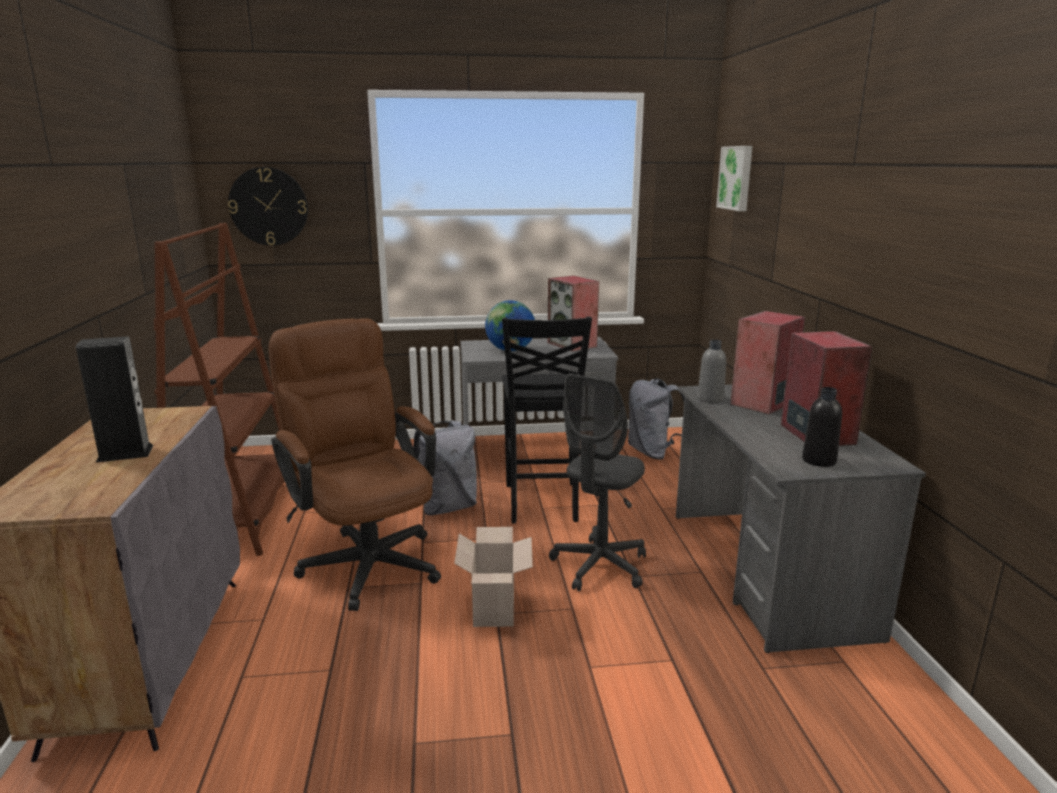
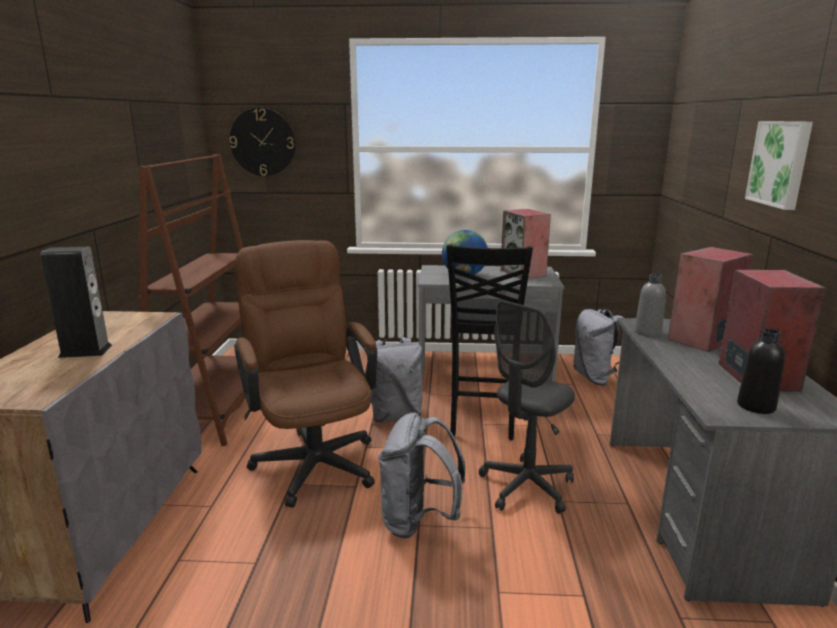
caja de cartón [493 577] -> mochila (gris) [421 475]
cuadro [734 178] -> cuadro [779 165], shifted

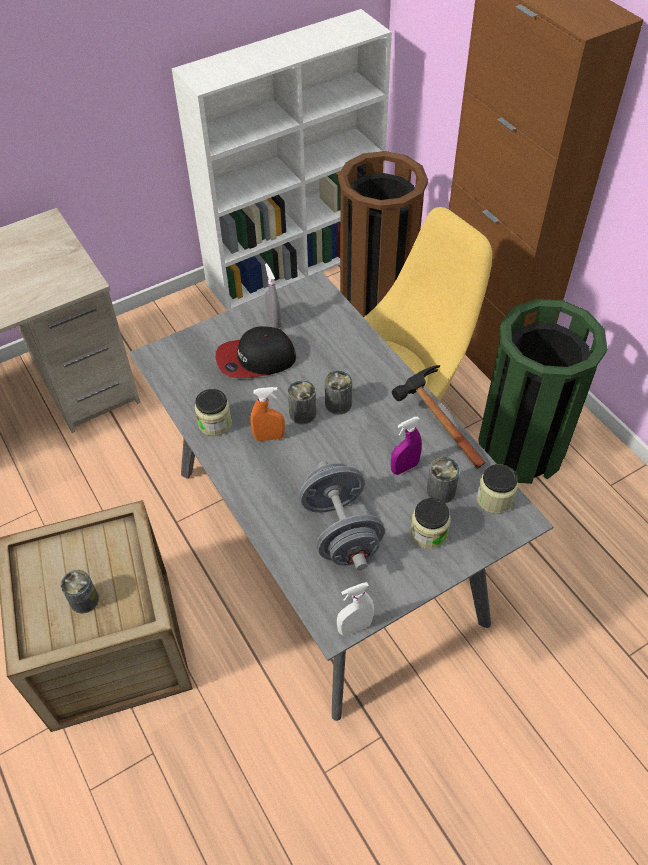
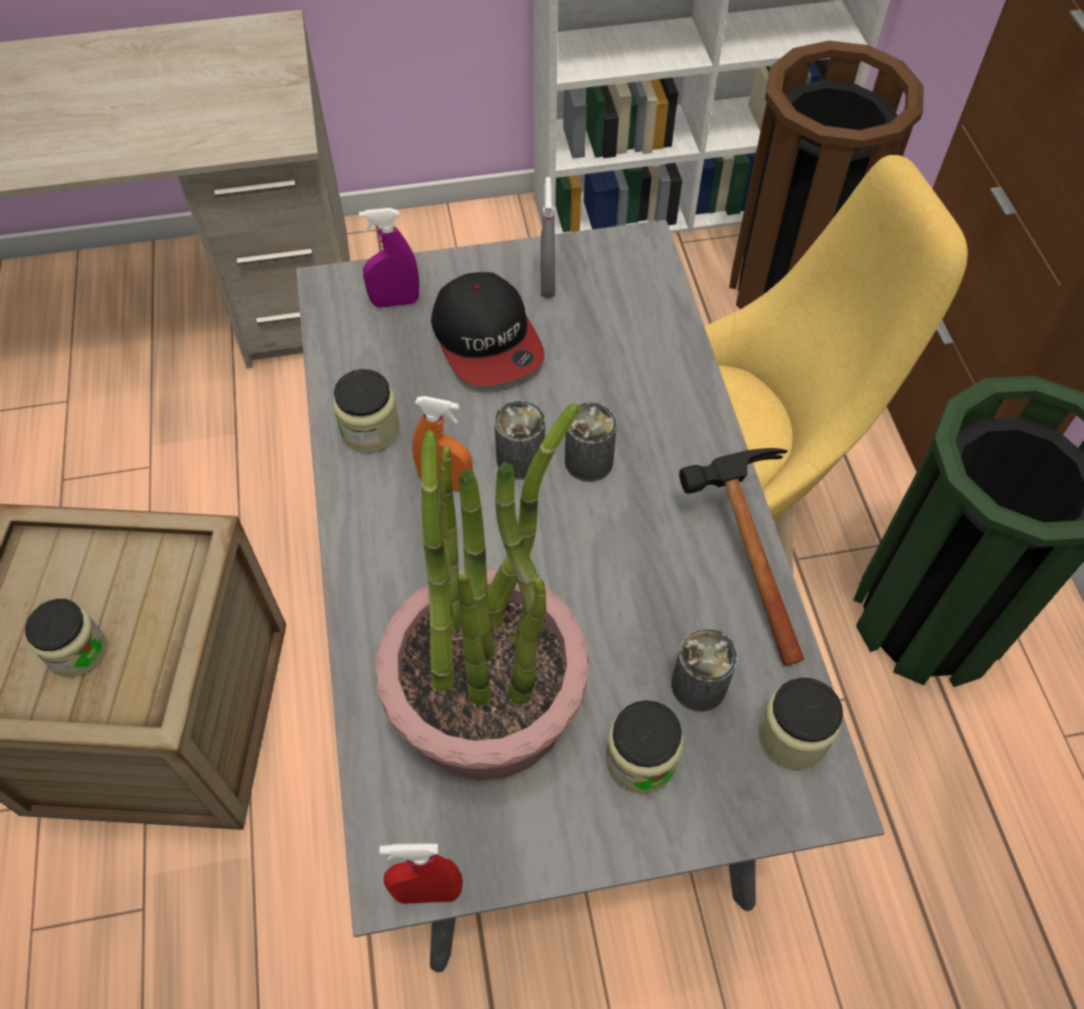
lata [80 591] -> tarro [65 638]
gorra [256 352] -> gorra [488 329], 120 degrees counterclockwise
mancuerna (gris) [342 515] -> planta en maceta [482 592]
pulverizador (blanco) [355 609] -> pulverizador (rojo) [421 873]
pulverizador (morado) [406 446] -> pulverizador (morado) [389 258], shifted

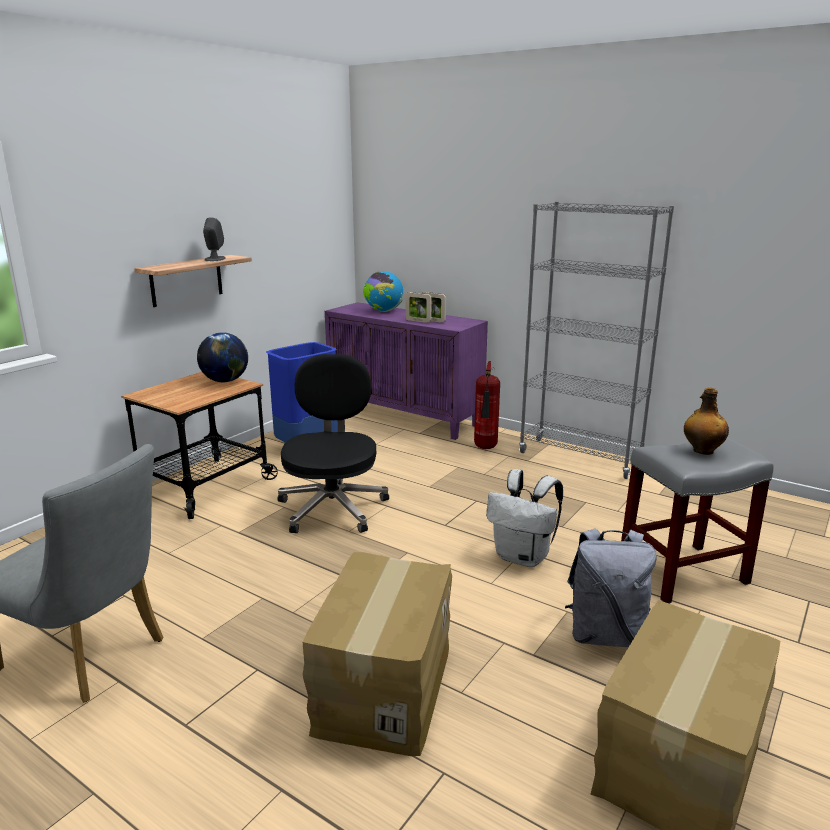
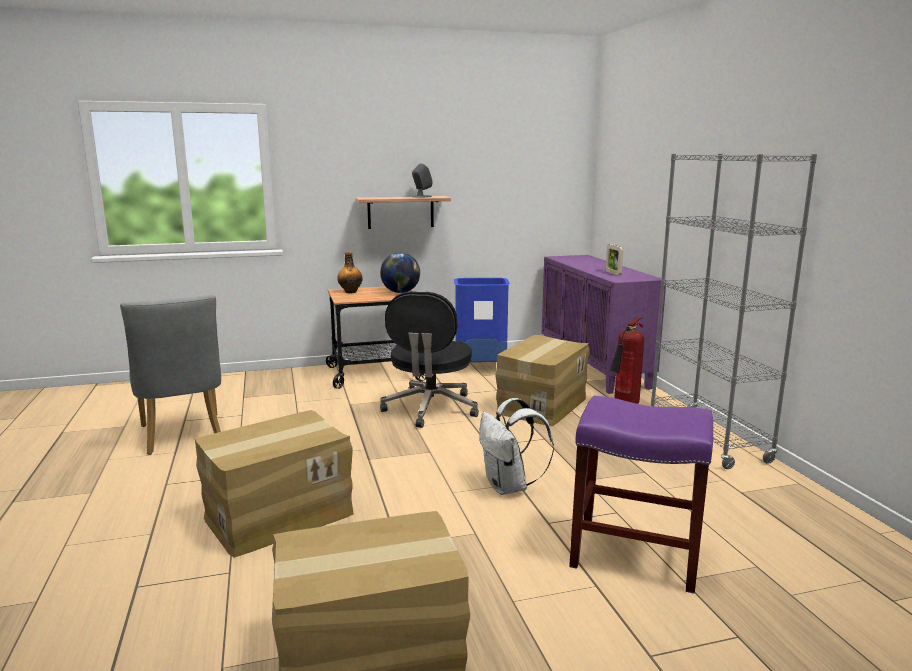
silla de oficina (negro) [333 443] -> silla de oficina (negro) [429 359], 150 degrees clockwise
globo terráqueo [383 291] -> none
portarretratos [418 307] -> none
mochila (gris) [611 587] -> none
taburete (gris) [697 521] -> taburete (morado) [641 494]
botella [706 421] -> botella [350 272], shifted
none -> caja de cartón [543 380]

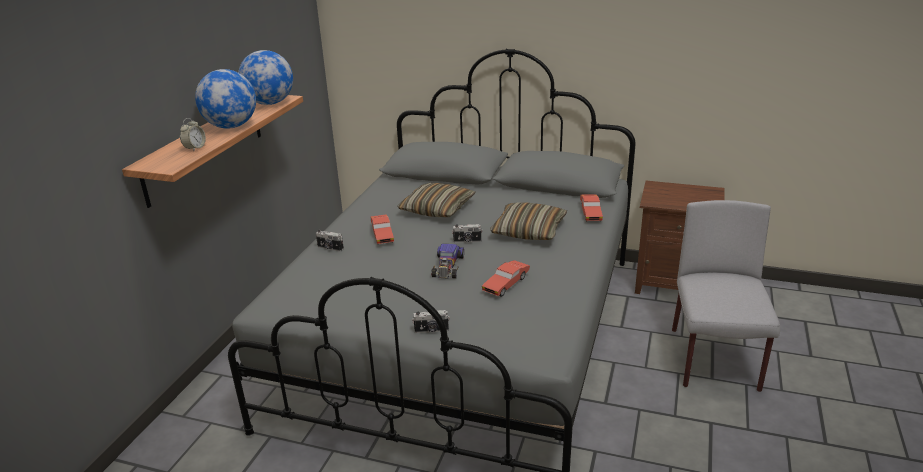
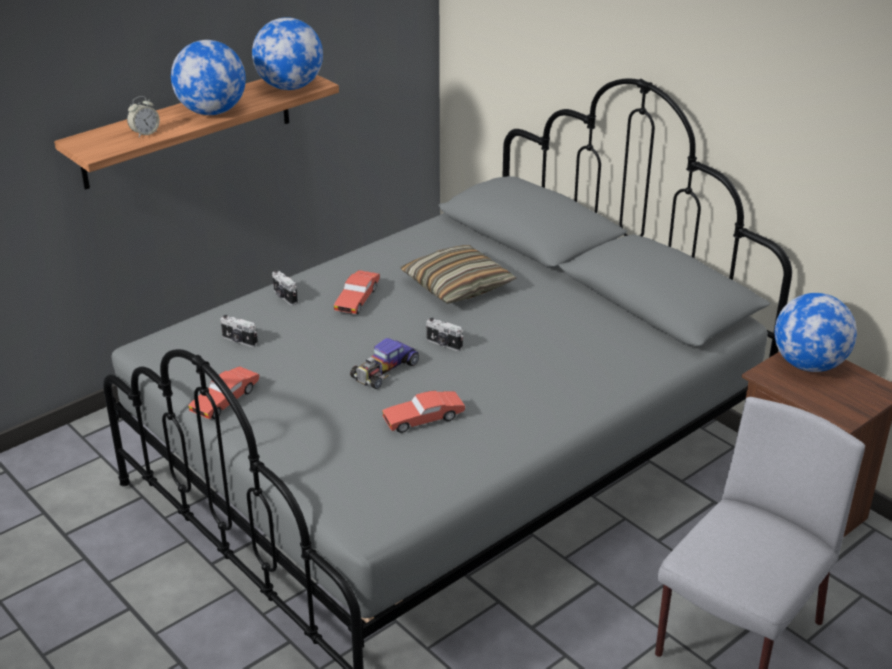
cámara [431 321] -> cámara [239 331], shifted
cojín [528 221] -> none
coche de juguete (rojo) [591 208] -> coche de juguete (rojo) [224 392], shifted
none -> globo terráqueo [815 332]

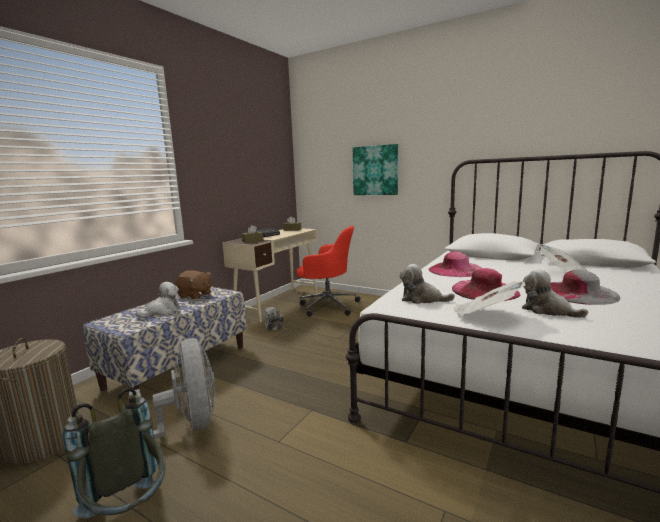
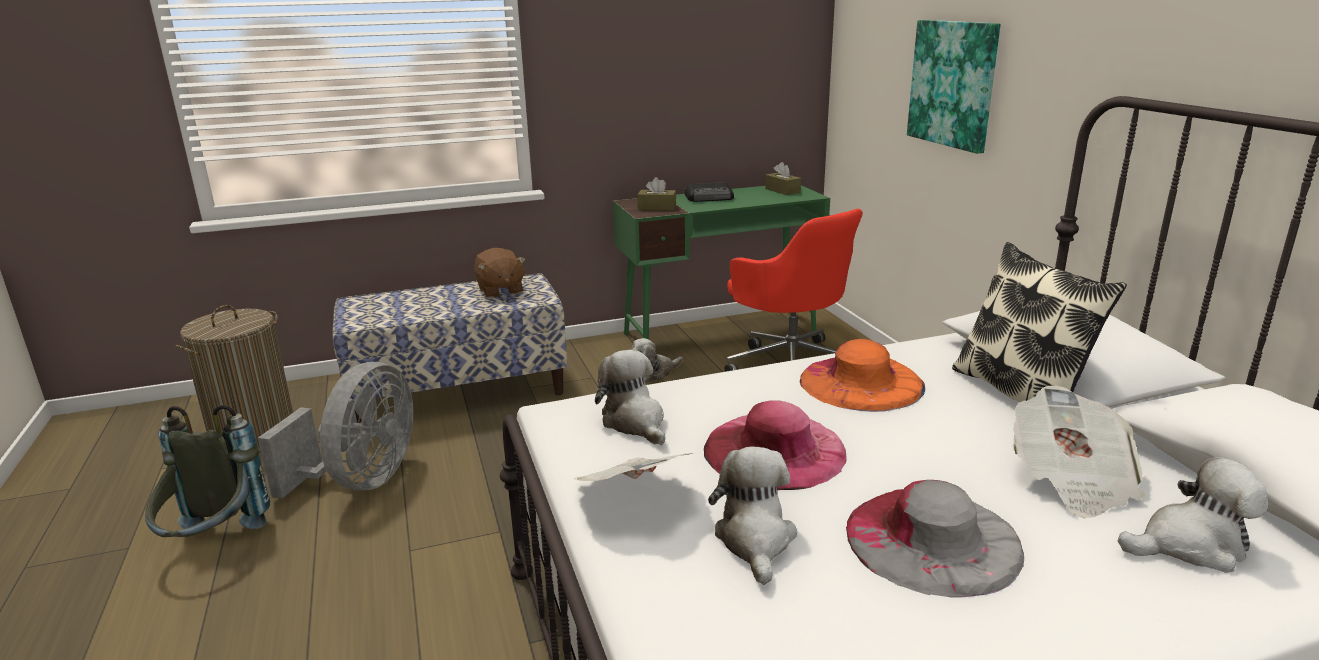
peluche [158 299] -> peluche [1193 515], shifted
escritorio (beis) [270 275] -> escritorio (verde) [721 262]
sombrero (rosa) [455 264] -> sombrero (naranja) [862 375]
none -> cojín [1039 322]

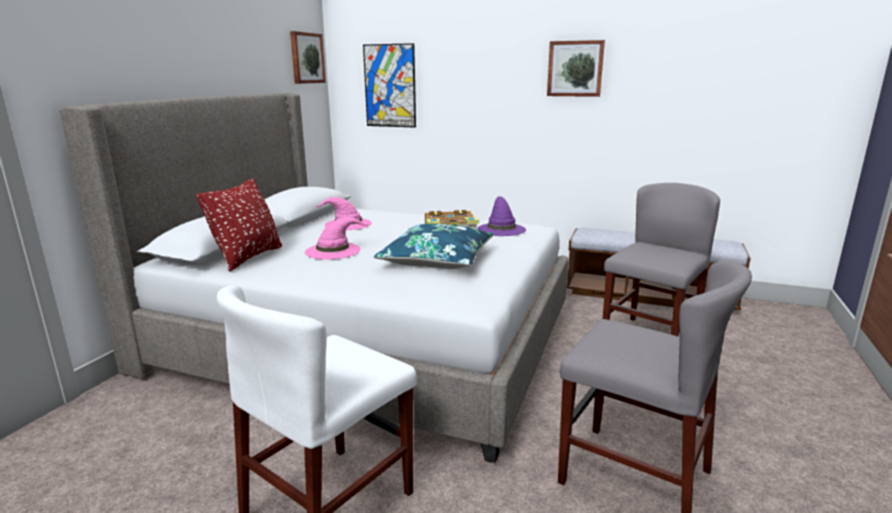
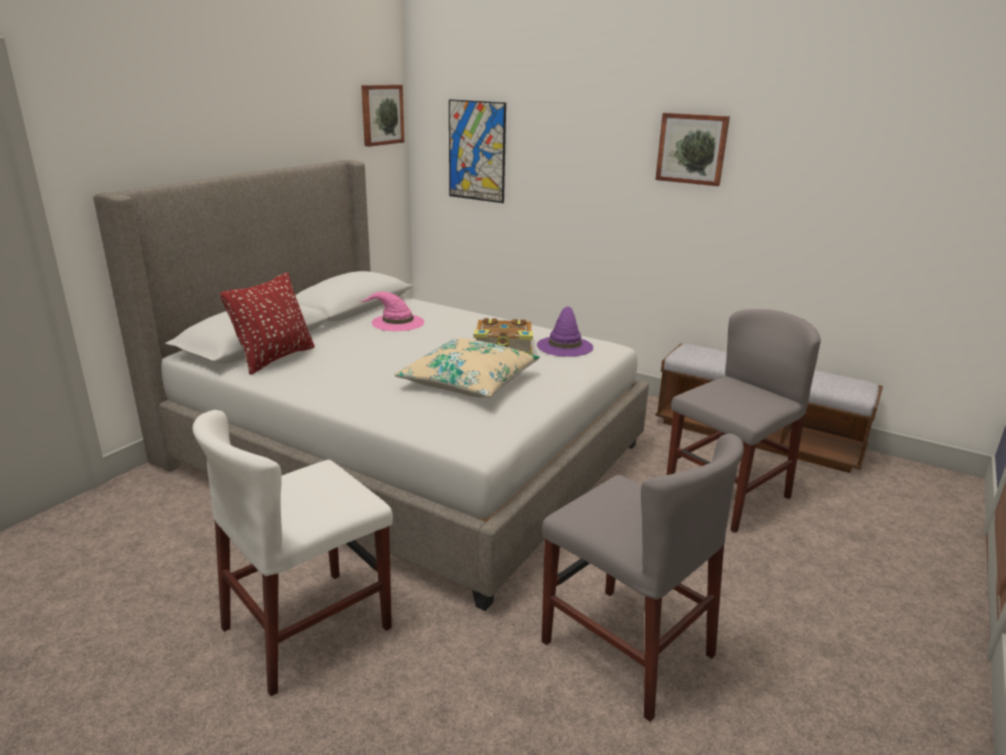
sombrero (rosa) [338 238] -> none
cojín (azul) [434 246] -> cojín (beis) [467 368]

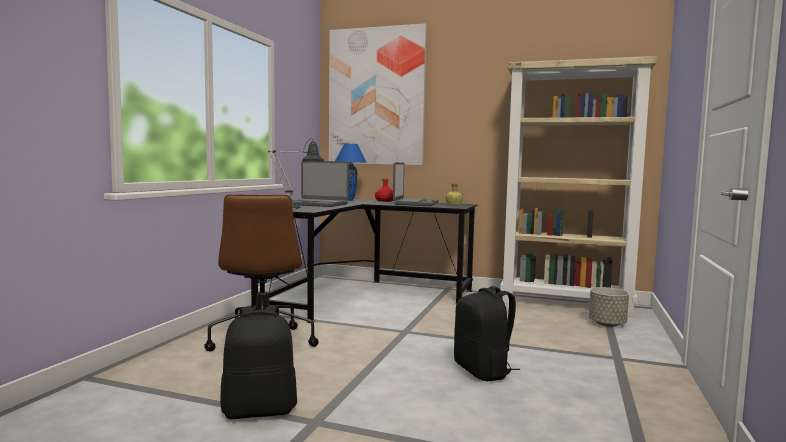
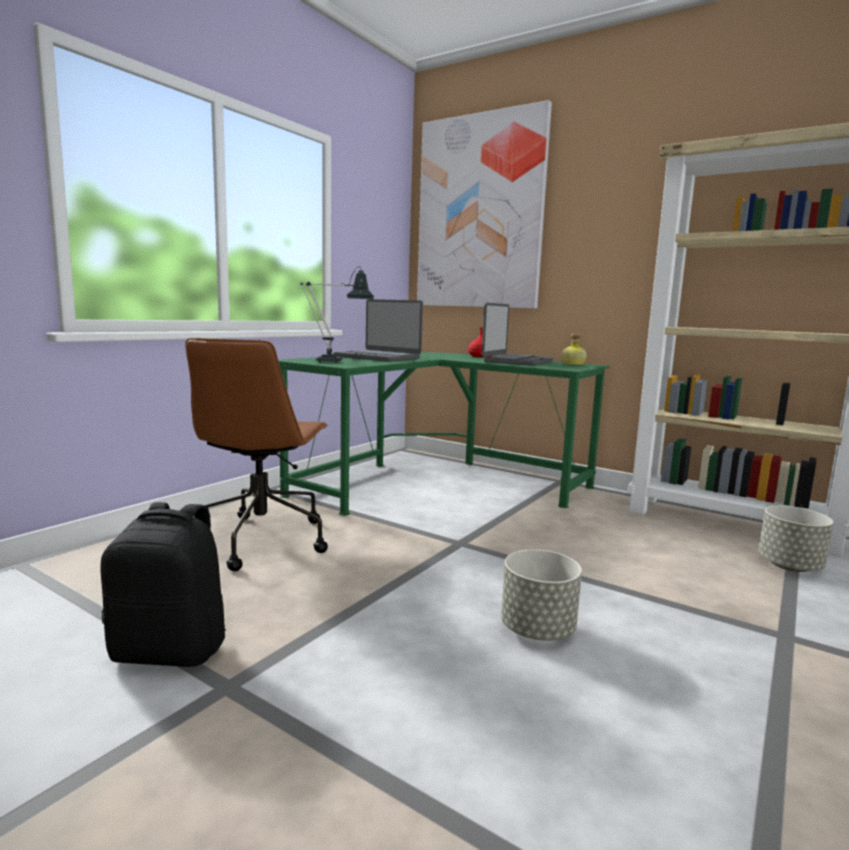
escritorio (negro) [364 261] -> escritorio (verde) [444 434]
lámpara de mesa (azul) [350 172] -> none
mochila (negro) [487 333] -> maceta (gris) [541 595]

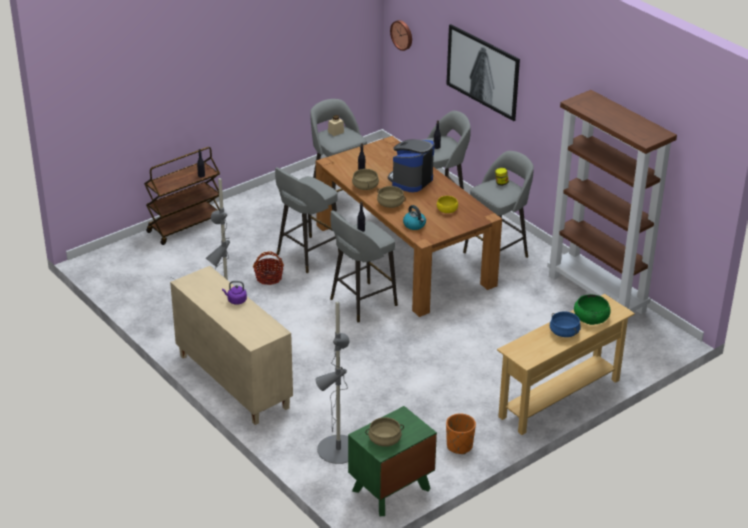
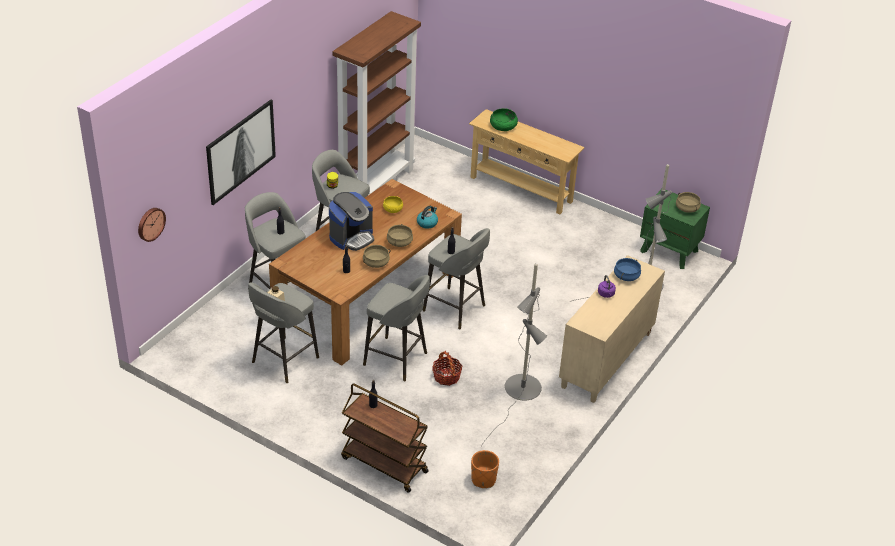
cafetera [411 165] -> cafetera [351 221], 60 degrees counterclockwise
maceta (naranja) [461 433] -> maceta (naranja) [485 469], shifted
olla (azul) [565 324] -> olla (azul) [627 269], shifted

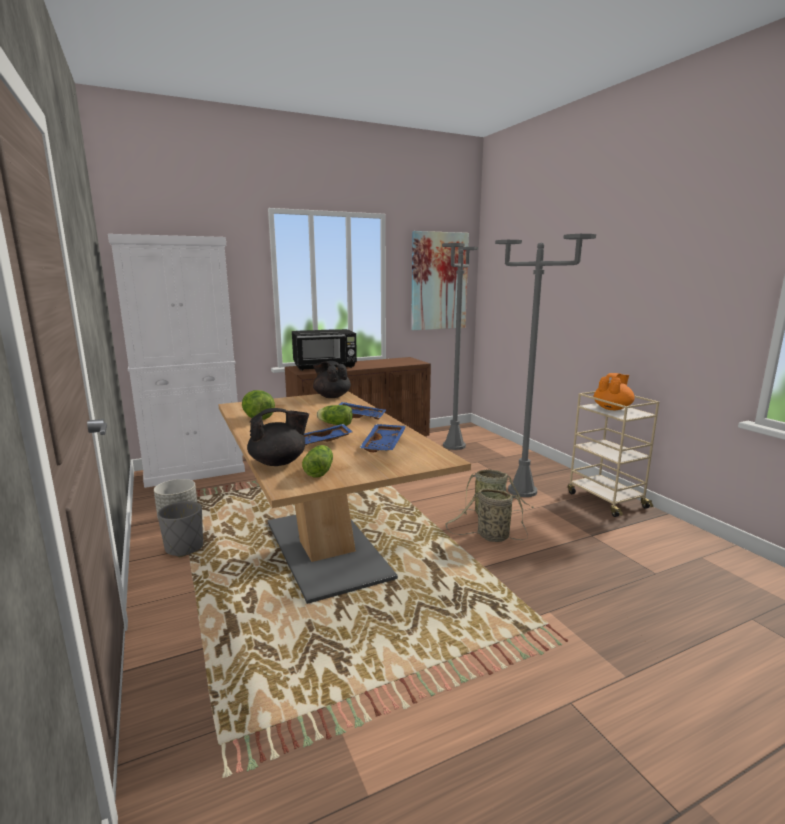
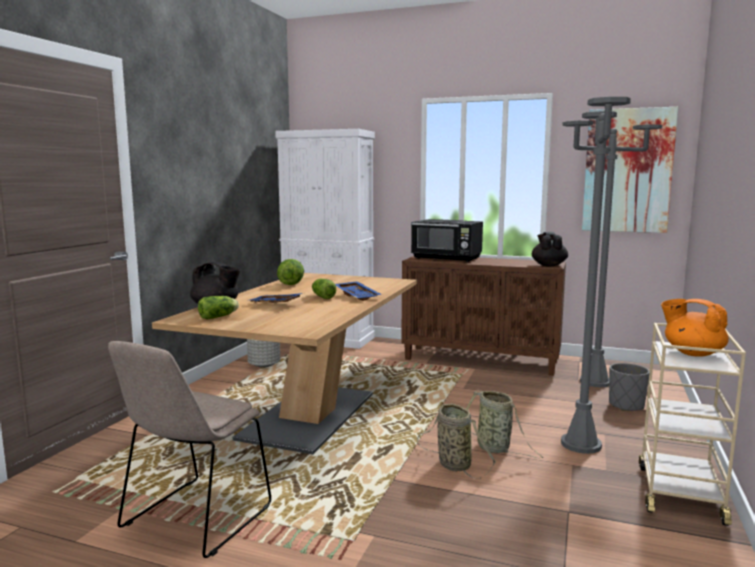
maceta (gris) [180 529] -> maceta (gris) [629 387], shifted
tetera (negro) [332 379] -> tetera (negro) [550 249], shifted
bandeja (azul) [383 438] -> none
tetera (naranja) [614 391] -> tetera (naranja) [695 328], 135 degrees counterclockwise
none -> silla (beis) [189 449]

